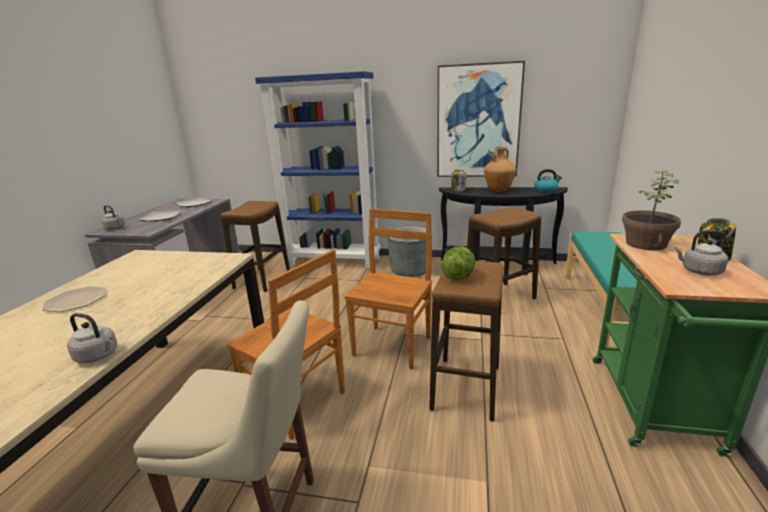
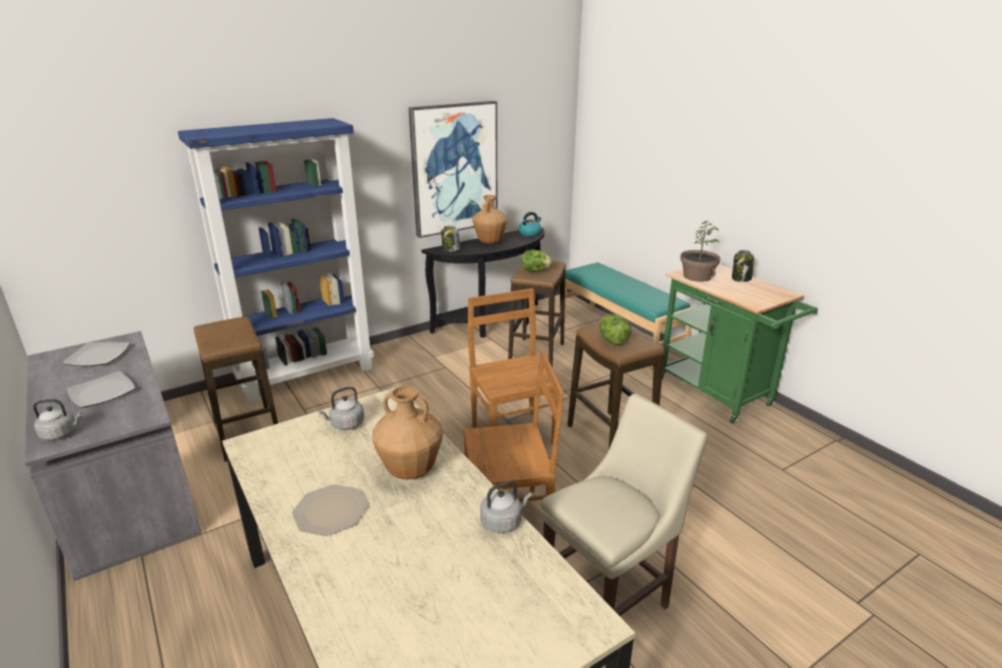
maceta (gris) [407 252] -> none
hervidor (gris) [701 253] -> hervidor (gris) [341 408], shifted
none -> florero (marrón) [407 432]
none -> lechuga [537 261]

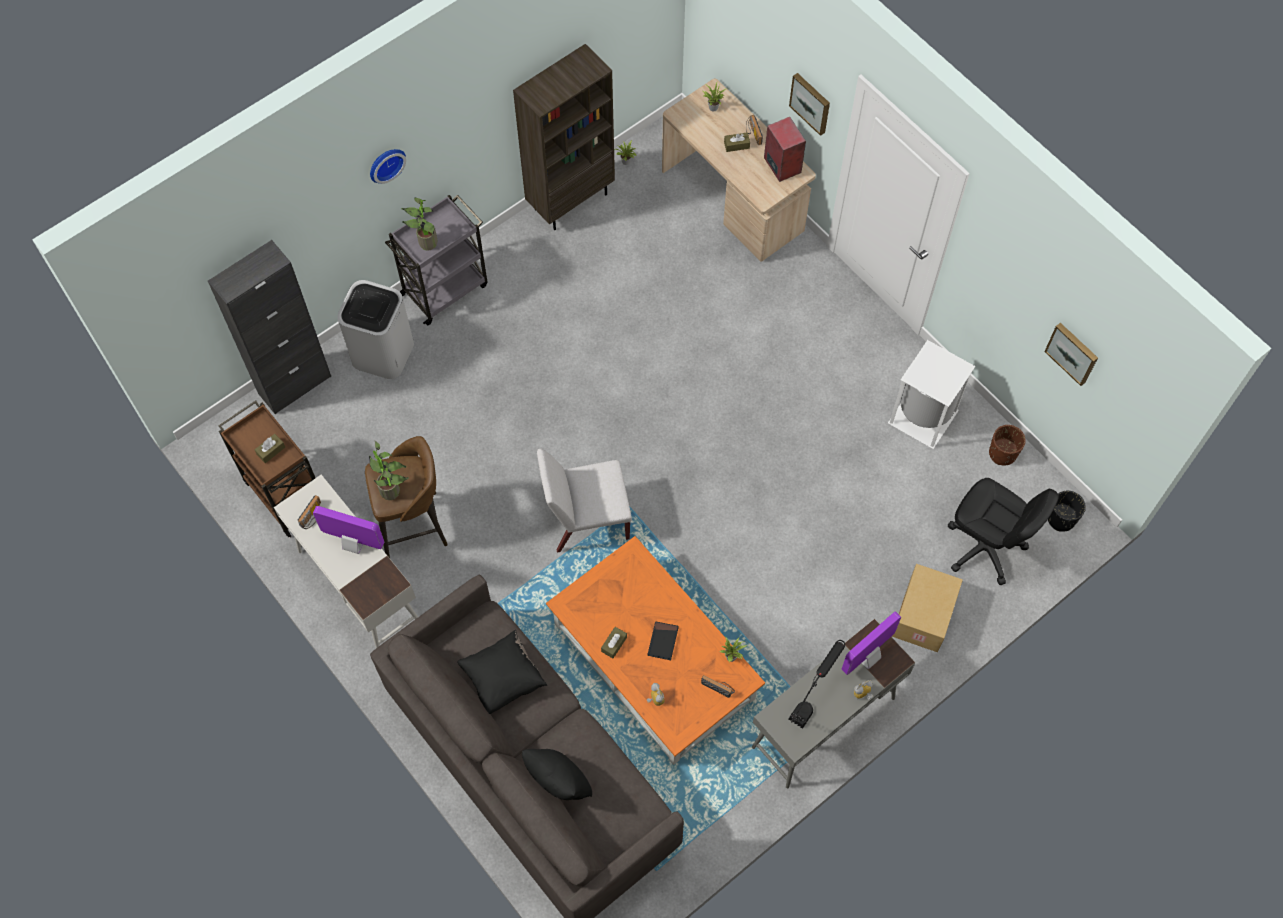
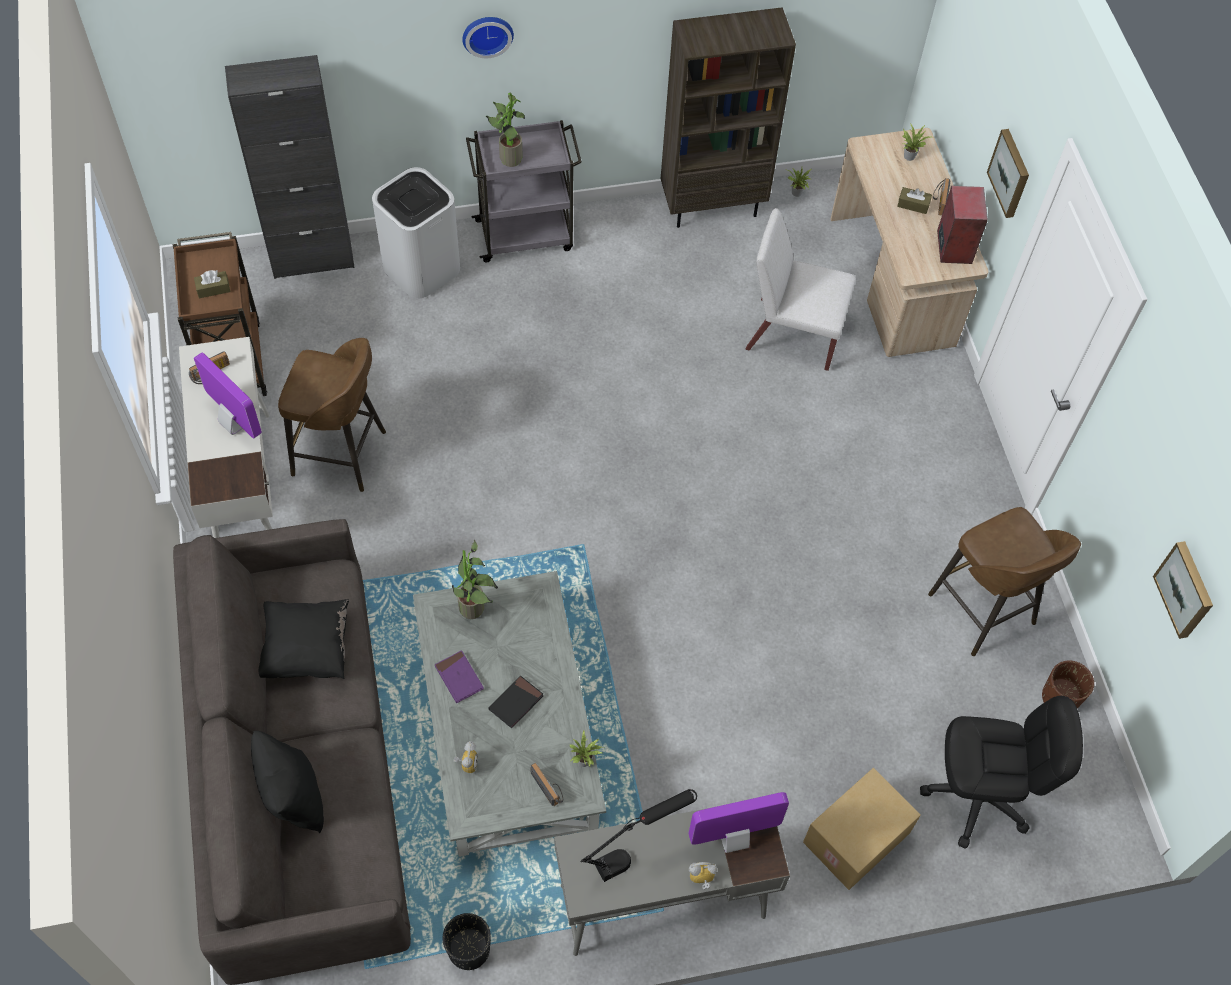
planta en maceta [389 470] -> planta en maceta [475 579], shifted
silla (blanco) [584 501] -> silla (blanco) [801 289], shifted
mesa de centro (naranja) [655 650] -> mesa de centro (gris) [509 714]
caja de pañuelos (marrón) [614 642] -> libro (morado) [459 676]
papelera (blanco) [931 394] -> taburete (marrón) [1004 581]
silla de oficina (negro) [1003 531] -> silla de oficina (negro) [1001 772], 60 degrees counterclockwise
maceta (negro) [1067 511] -> maceta (negro) [467 941], shifted

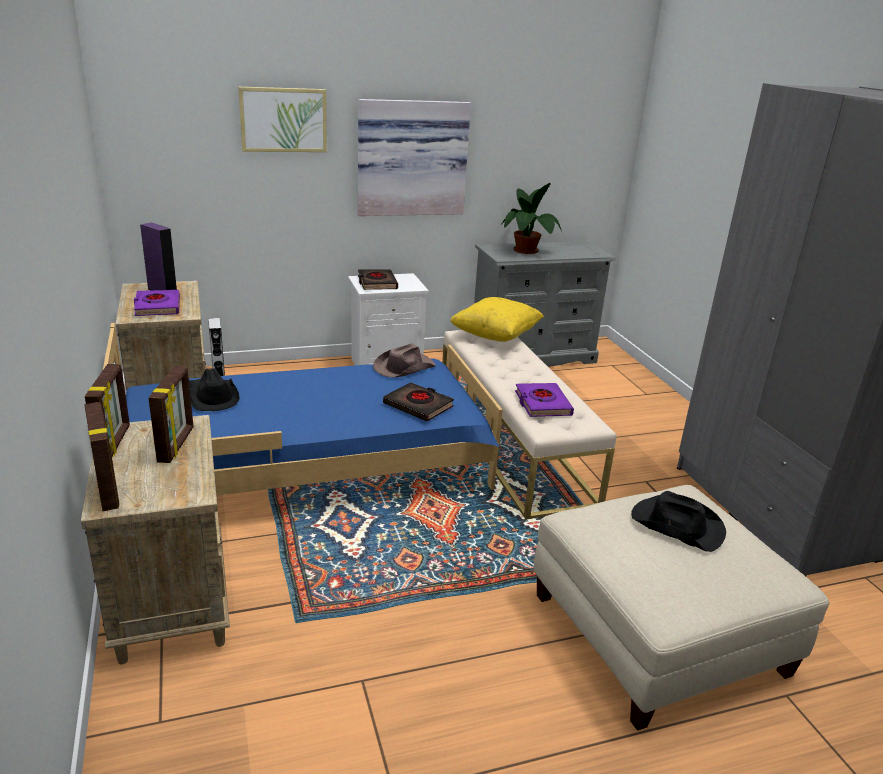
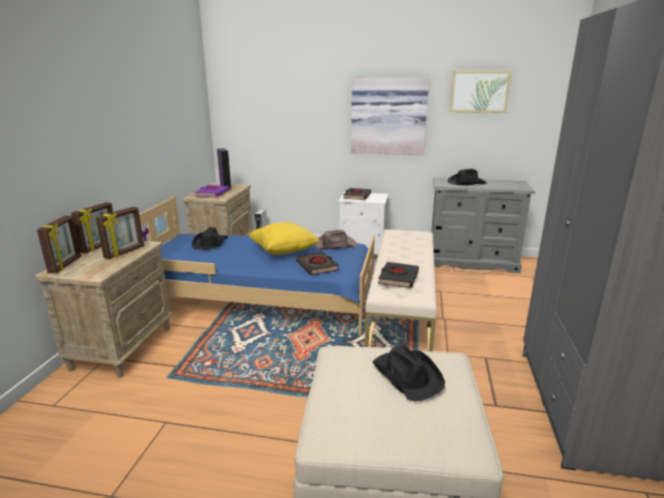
cuadro [282 119] -> cuadro [480 92], shifted
cojín (amarillo) [497 319] -> cojín (amarillo) [284 238], shifted
planta en maceta [531 218] -> sombrero (negro) [467 177]
libro (morado) [544 400] -> libro (negro) [398 275]

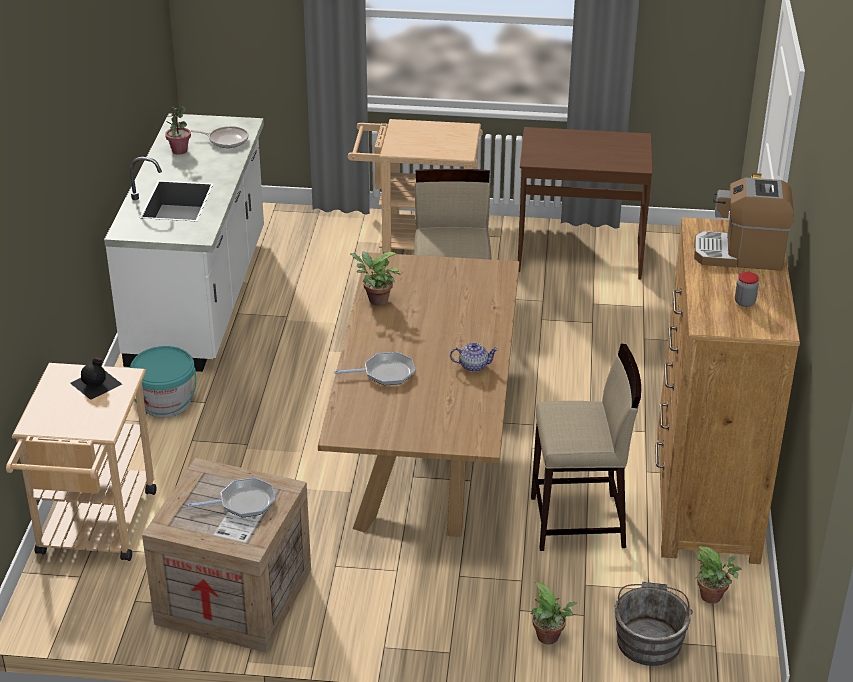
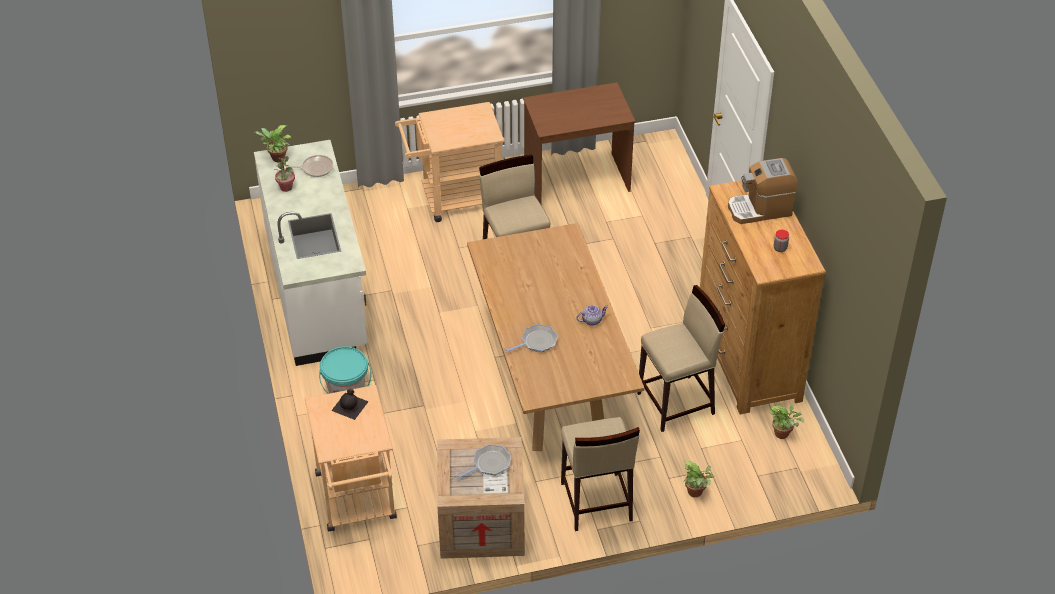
planta en maceta [375 278] -> planta en maceta [273 143], shifted
cubo (gris) [653 624] -> none
none -> taburete (beis) [600 474]

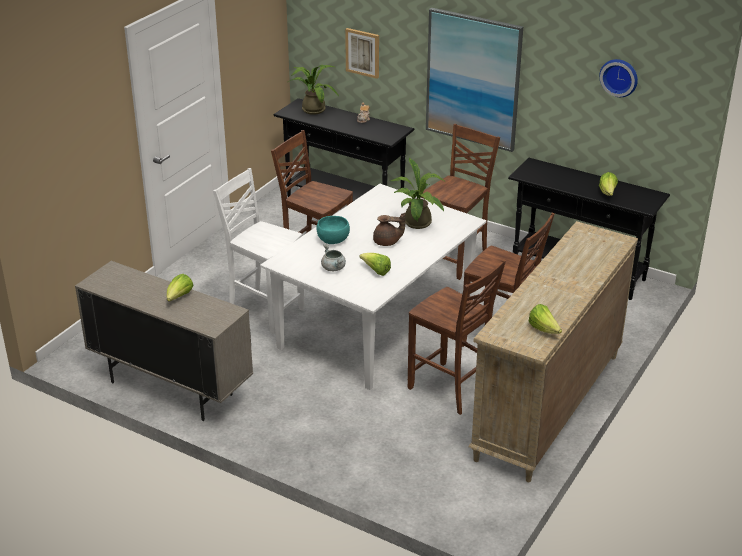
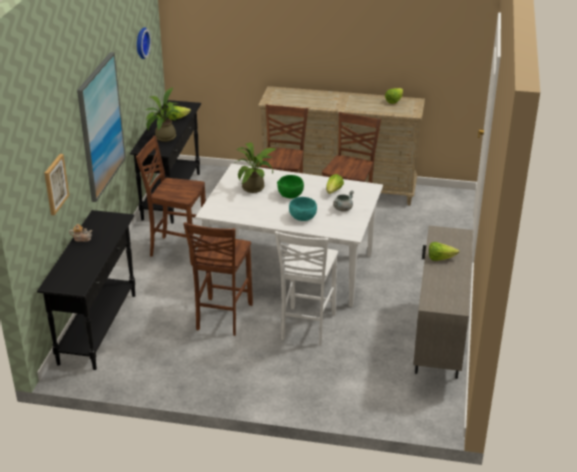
planta en maceta [313 90] -> planta en maceta [164 114], shifted
tetera (marrón) [389 229] -> cuenco (verde) [290 187]

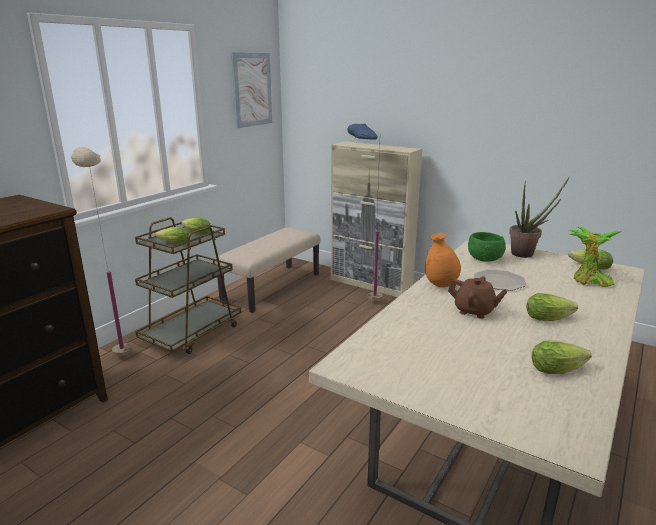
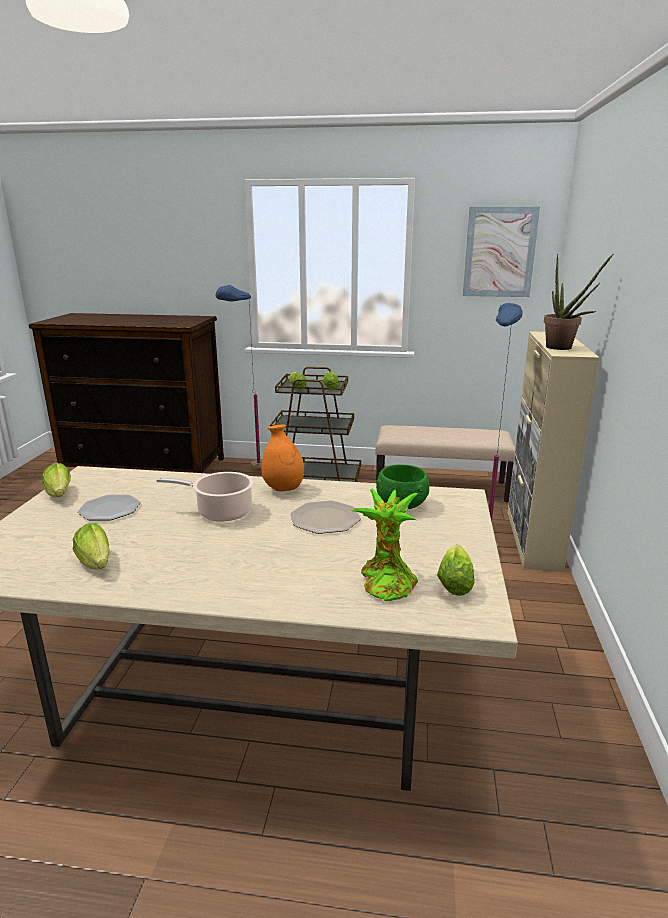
lámpara de pie (beis) [101 251] -> lámpara de pie (azul) [239 377]
tetera (marrón) [477 297] -> olla [205 496]
planta en maceta [539 217] -> planta en maceta [578 302], shifted
lechuga [552 307] -> lechuga [56 480], shifted
none -> plato [109 507]

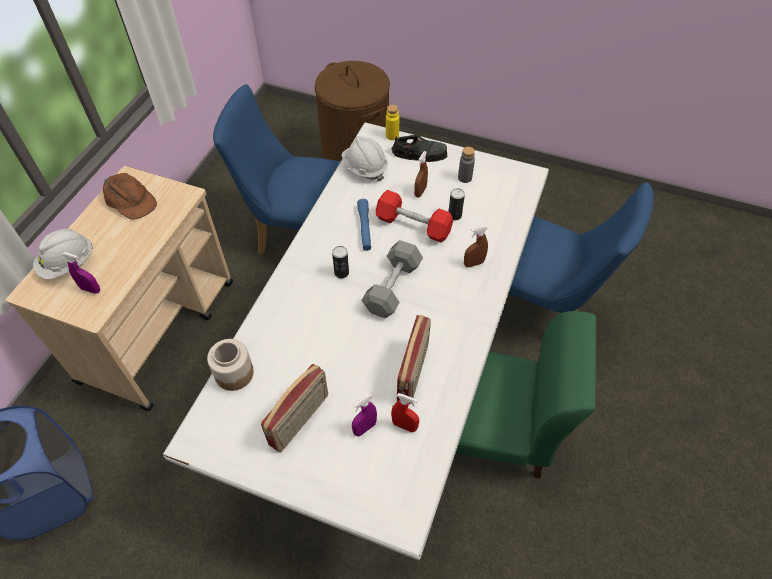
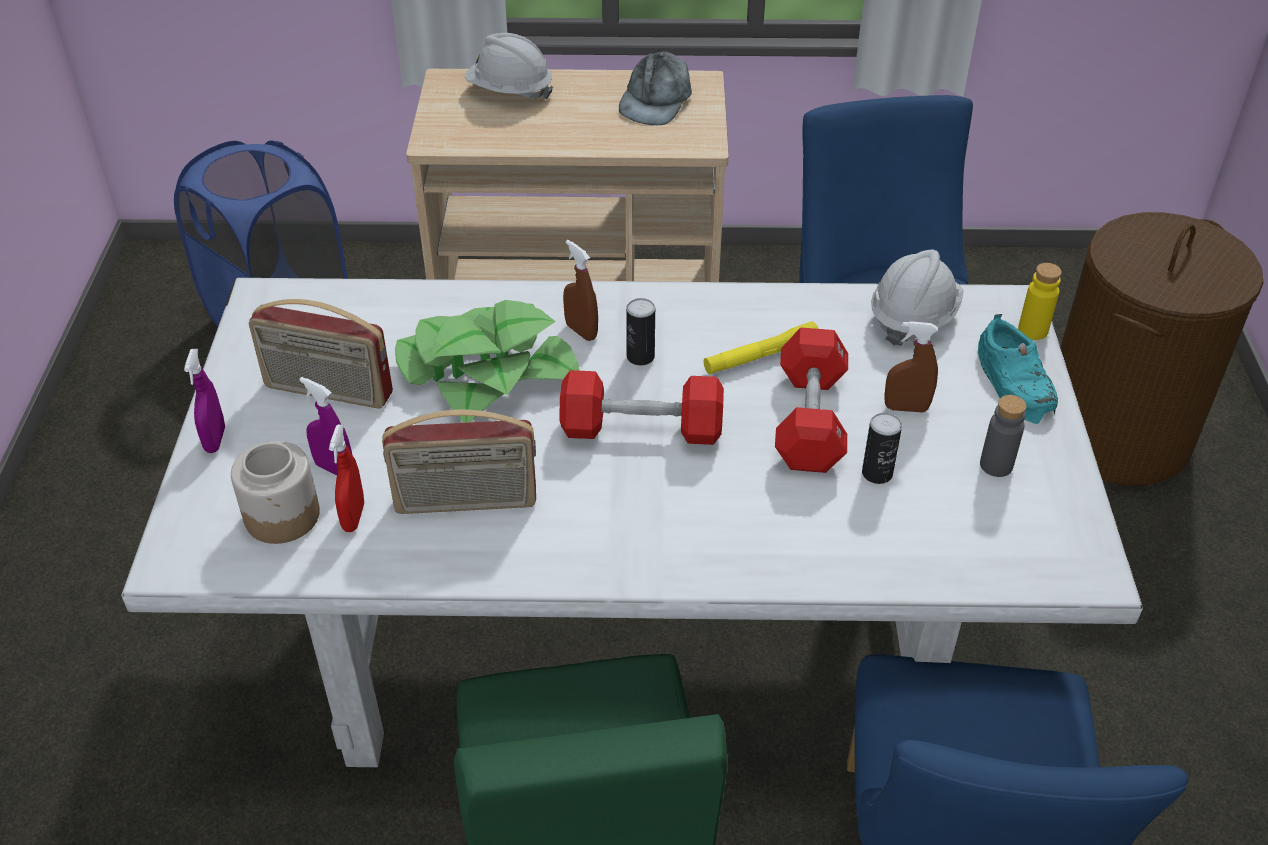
pulverizador (morado) [81 273] -> pulverizador (morado) [204 401], shifted
gorra (marrón) [130 196] -> gorra (gris) [655 87]
tarro [230 365] -> tarro [275 492], shifted
linterna (azul) [364 225] -> linterna (amarillo) [761 348]
mancuerna (gris) [392 279] -> mancuerna (rojo) [641 407]
zapato (negro) [419 148] -> zapato (turquesa) [1018 369]
pulverizador (marrón) [476 246] -> pulverizador (marrón) [580 290], shifted
none -> planta en maceta [487 361]

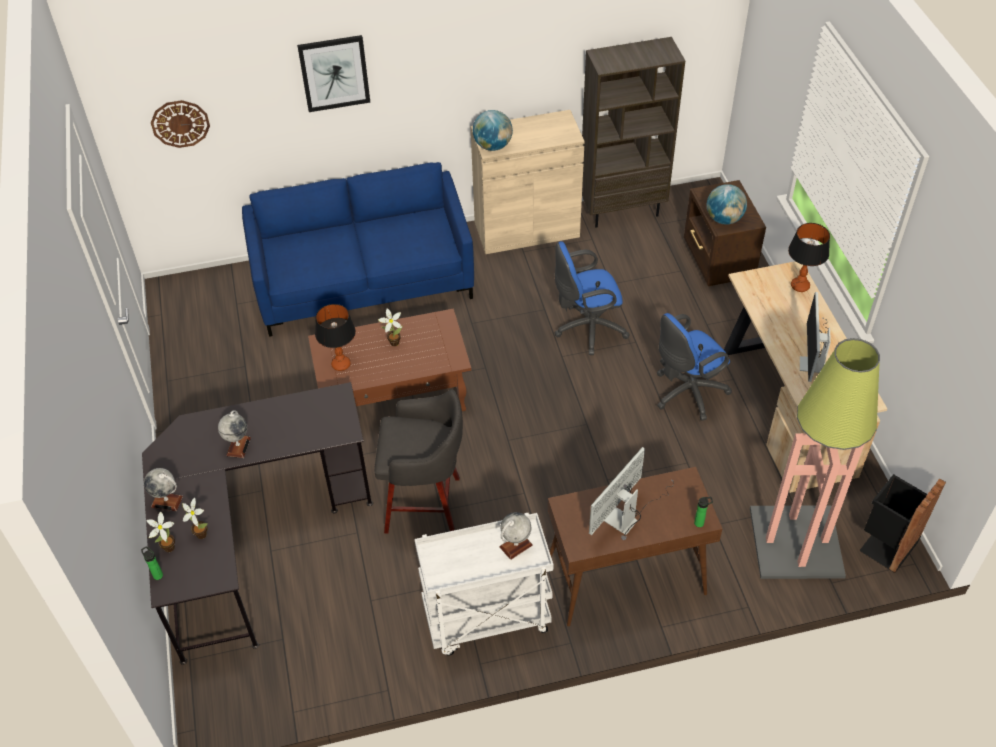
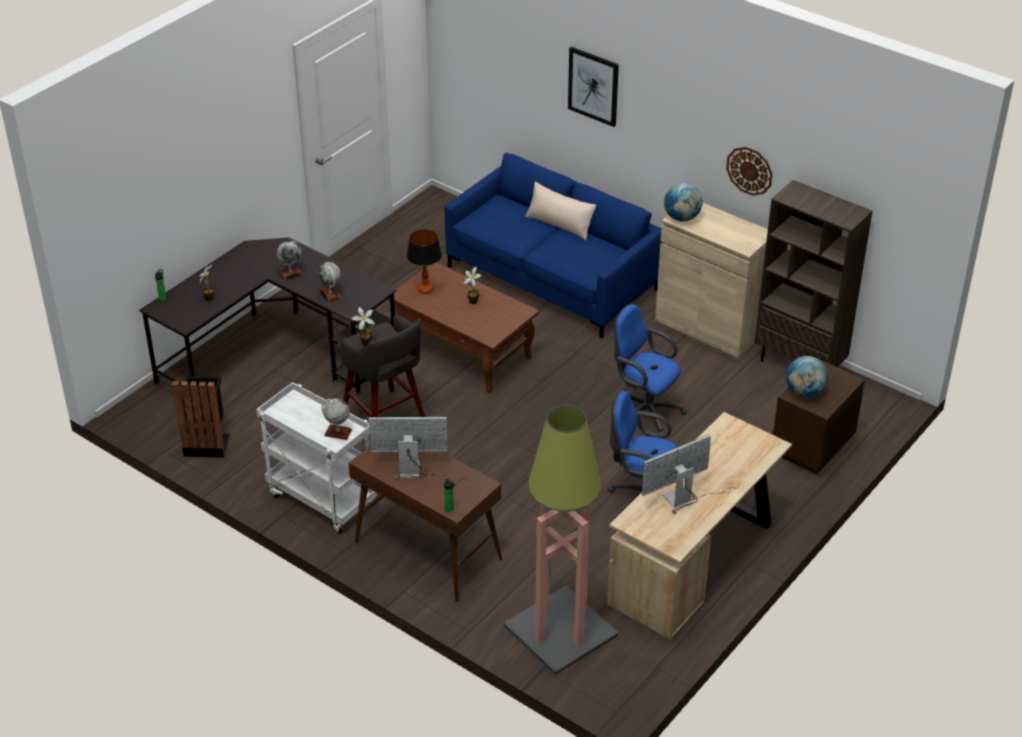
globo terráqueo [163 489] -> globo terráqueo [329 282], shifted
planta en maceta [160 531] -> planta en maceta [363 326], shifted
reloj de pared [180 124] -> reloj de pared [749 171], shifted
lámpara de mesa [809 257] -> none
papelera (negro) [902 523] -> papelera (negro) [201 417], shifted
none -> cojín (beis) [560 211]

